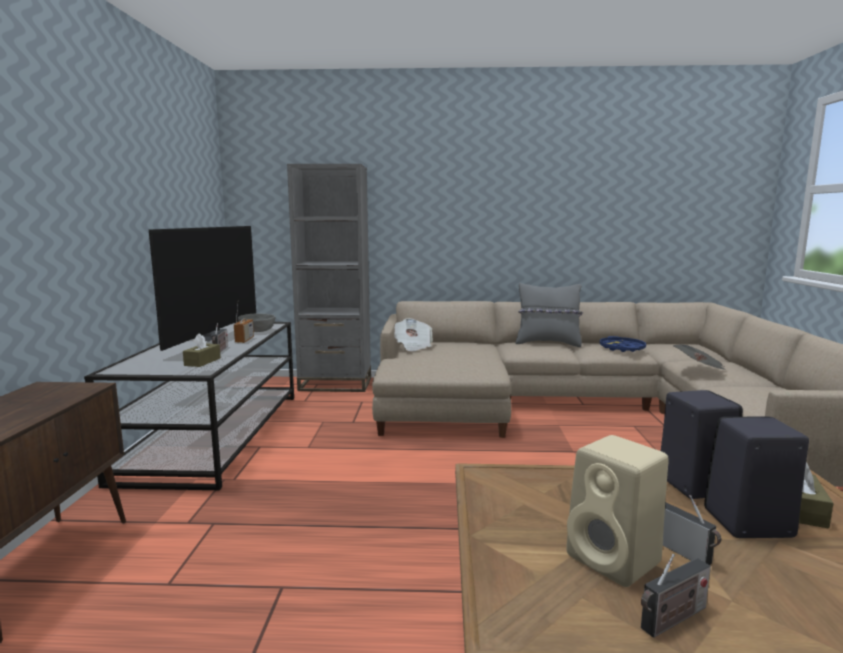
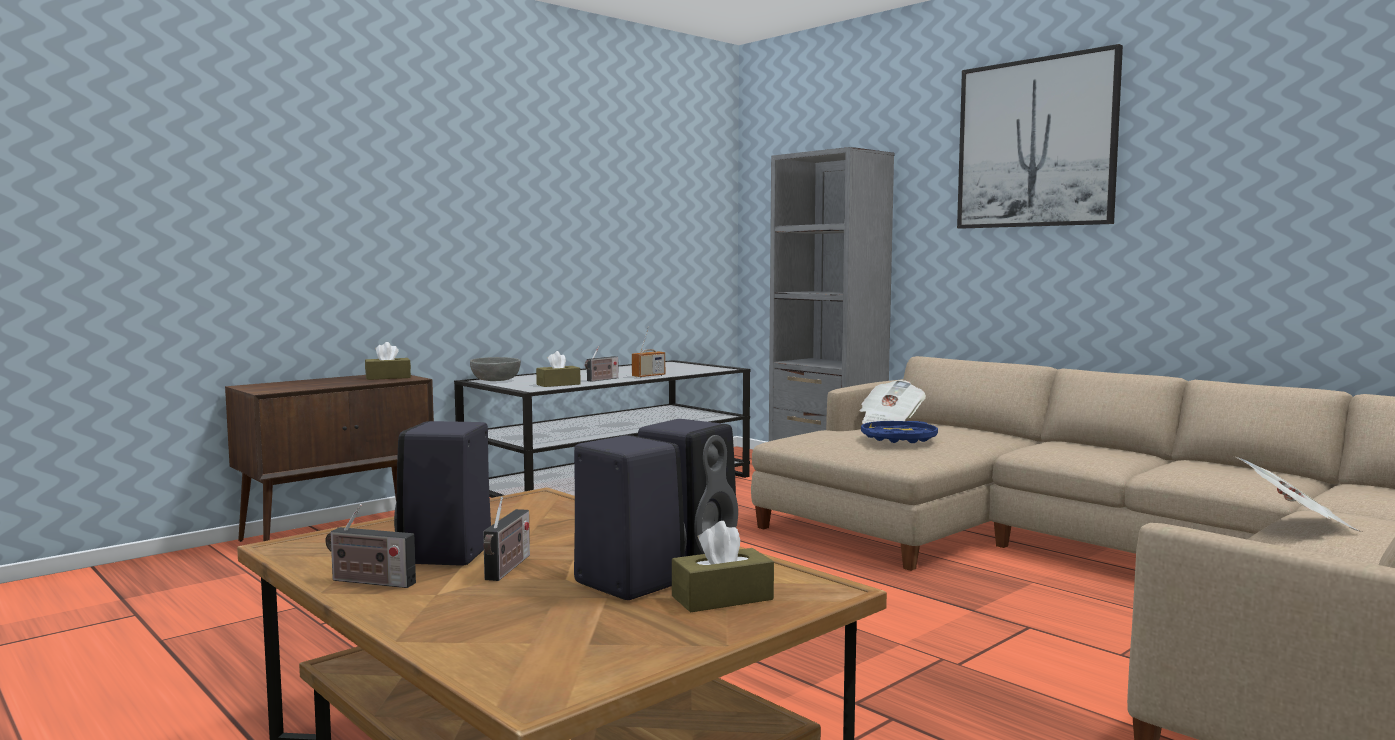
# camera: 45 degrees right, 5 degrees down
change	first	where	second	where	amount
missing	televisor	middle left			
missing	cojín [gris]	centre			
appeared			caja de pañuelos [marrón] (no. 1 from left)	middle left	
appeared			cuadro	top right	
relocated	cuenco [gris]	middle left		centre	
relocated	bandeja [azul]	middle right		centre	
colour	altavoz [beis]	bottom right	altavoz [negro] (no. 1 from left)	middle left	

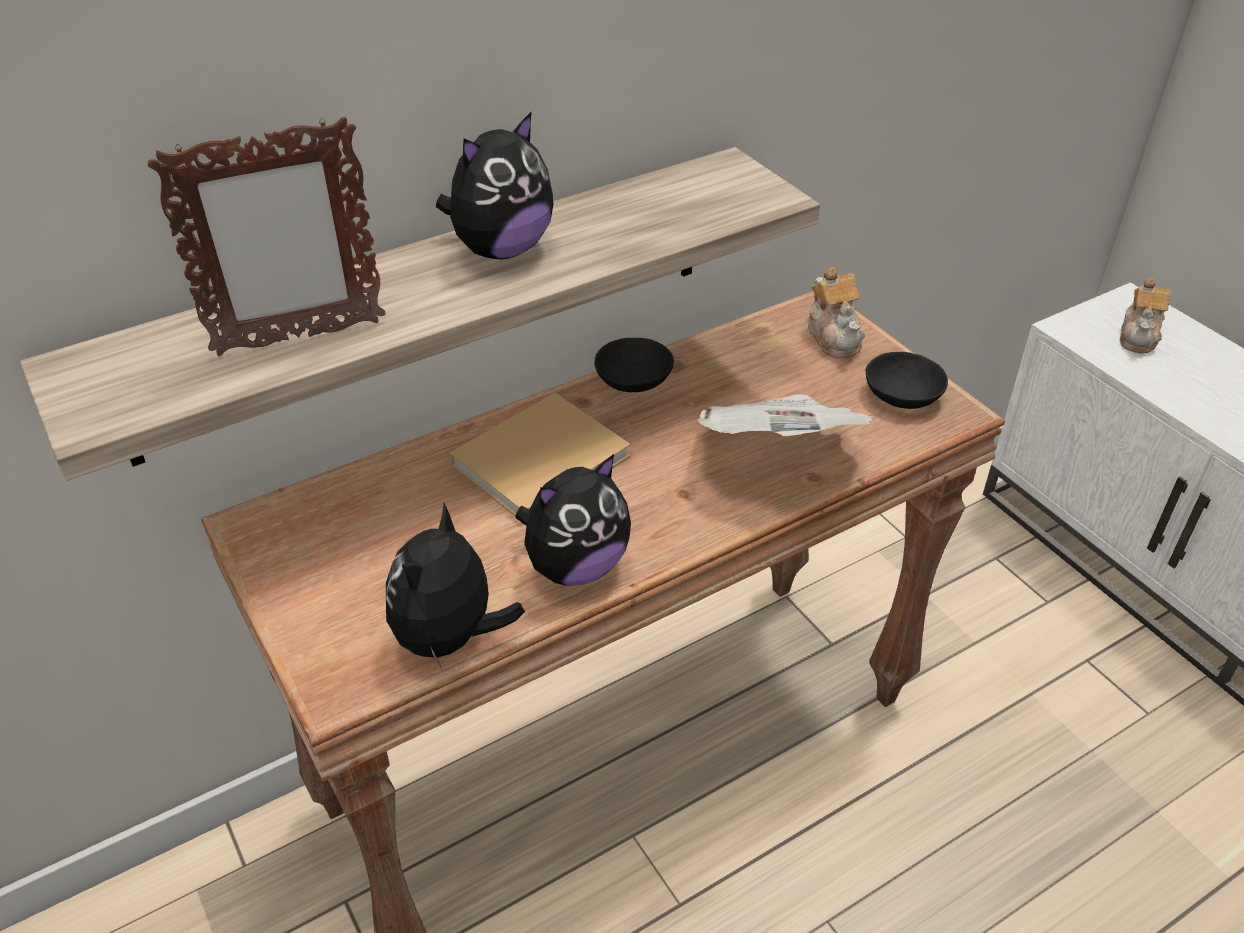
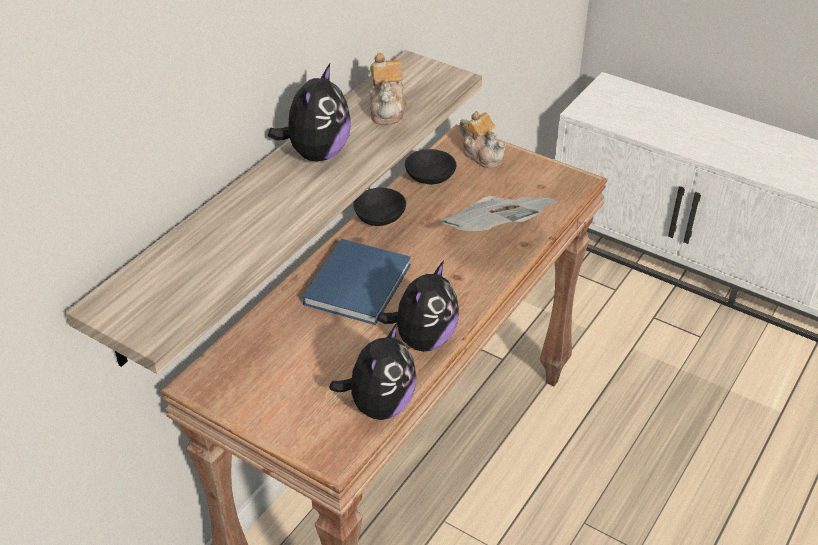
# camera: 25 degrees left, 0 degrees up
change	first	where	second	where	amount
missing	portarretratos	top left			
relocated	cuenco [negro] (no. 2 from left)	middle right		top centre	
relocated	tetera (no. 2 from left in the first image)	middle right	tetera (no. 1 from left)	top centre	
colour	libro [beis]	centre	libro [azul]	centre	
spun	peluche (no. 1 from left in the first image)	centre	peluche (no. 2 from left)	bottom centre	150 degrees counterclockwise

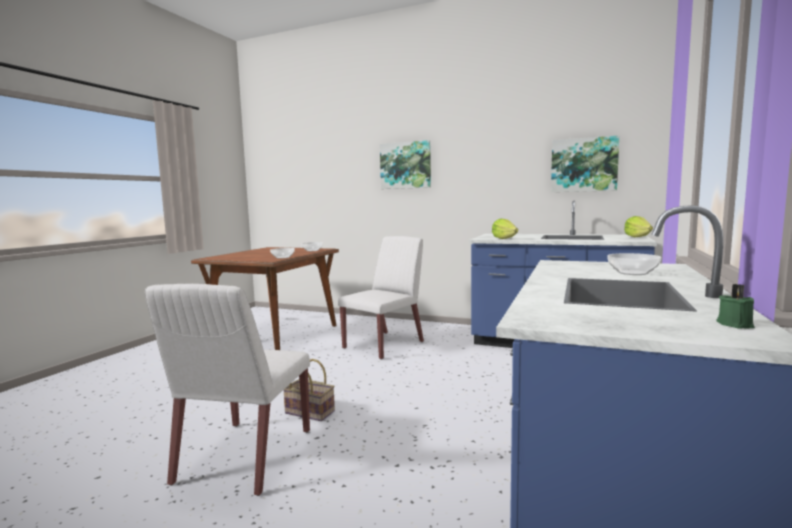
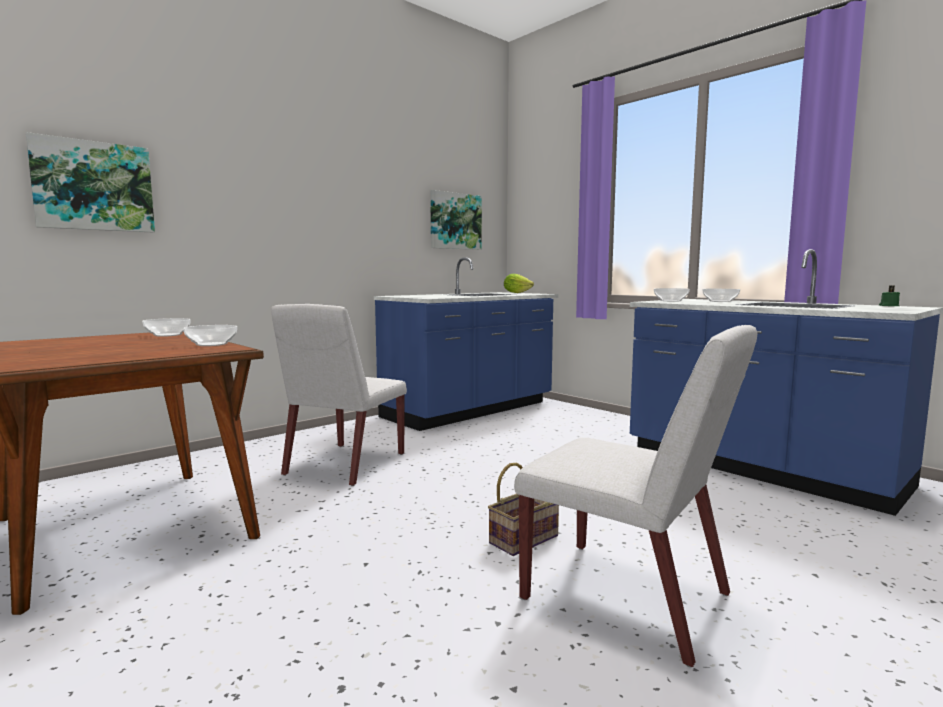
# camera: 65 degrees left, 0 degrees up
change	first	where	second	where	amount
missing	lechuga (no. 1 from left)	centre			
appeared			cuenco (no. 3 from left)	middle right	
relocated	cuadro (no. 1 from left)	top centre		top left	
spun	silla [blanco] (no. 2 from left in the first image)	centre	silla [blanco] (no. 1 from left)	centre	135 degrees counterclockwise

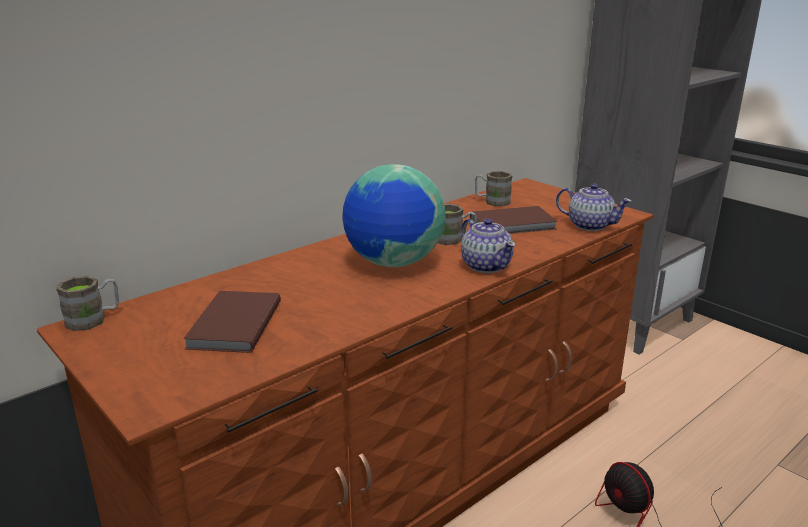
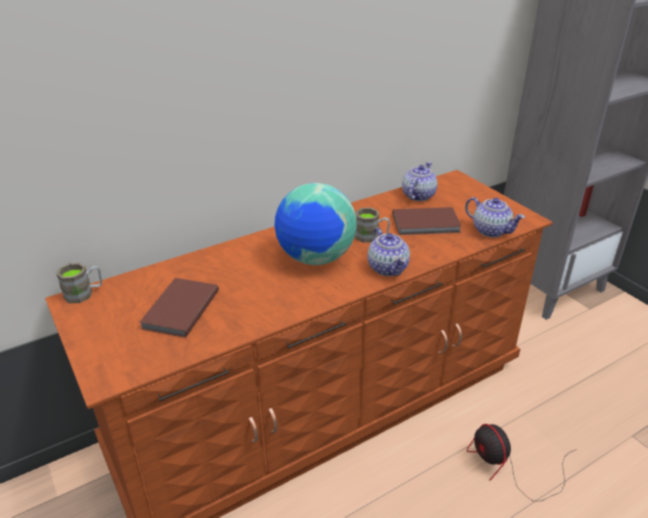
# camera: 10 degrees right, 10 degrees up
change	first	where	second	where	amount
exchanged	taza grande [marrón] (no. 3 from left)	centre	tetera (no. 2 from left)	centre	

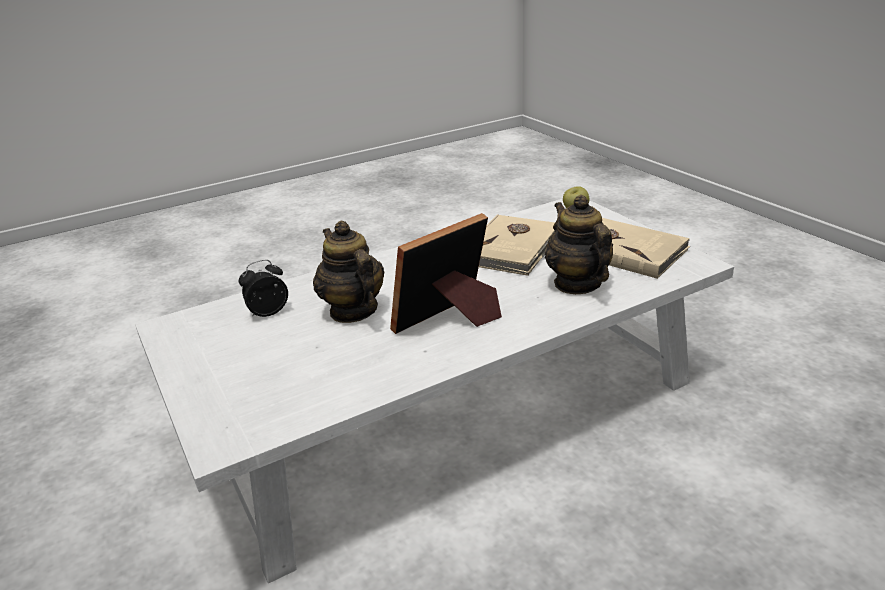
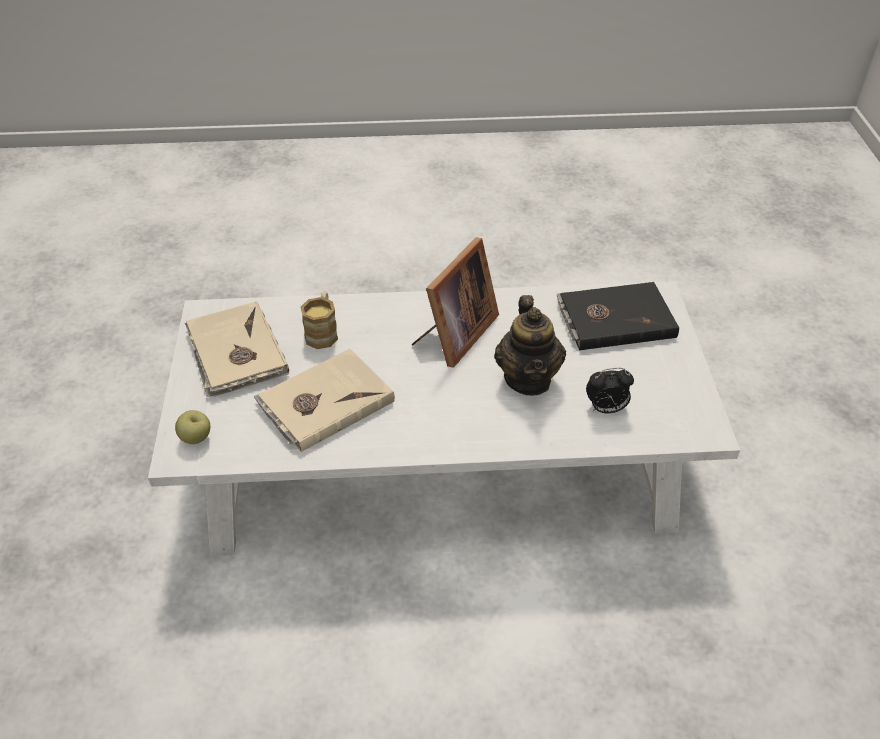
# camera: 155 degrees left, 15 degrees up
change	first	where	second	where	amount
appeared			libro [negro]	middle right	
exchanged	tetera (no. 2 from left)	centre	taza grande	centre	
spun	portarretratos	centre		centre	45 degrees counterclockwise

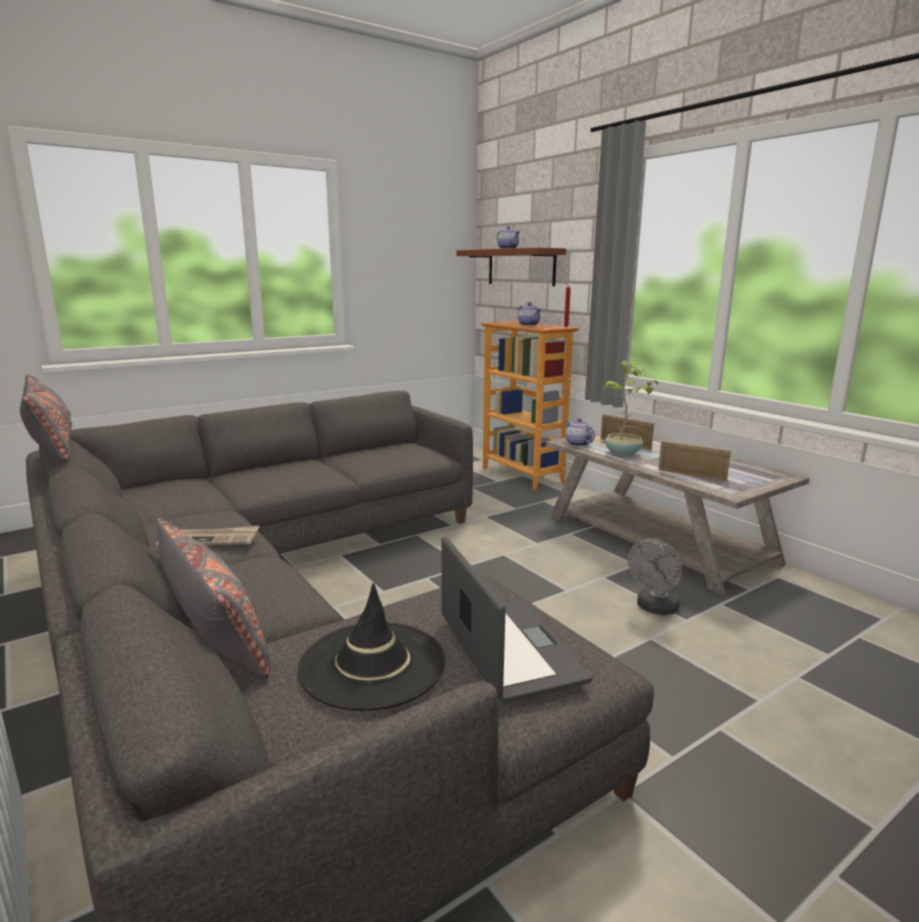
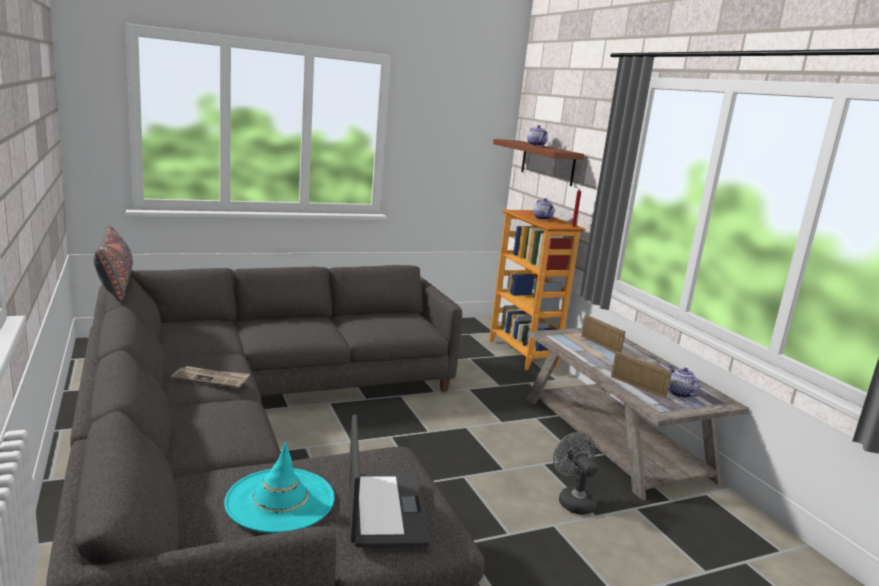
# camera: 10 degrees right, 0 degrees up
change	first	where	second	where	amount
missing	cojín [gris] (no. 2 from left)	middle left			
missing	planta en maceta	middle right			
relocated	tetera (no. 3 from left)	centre		middle right	
colour	sombrero [negro]	bottom centre	sombrero [turquesa]	bottom left	
spun	ventilador [gris]	middle right		bottom centre	105 degrees clockwise

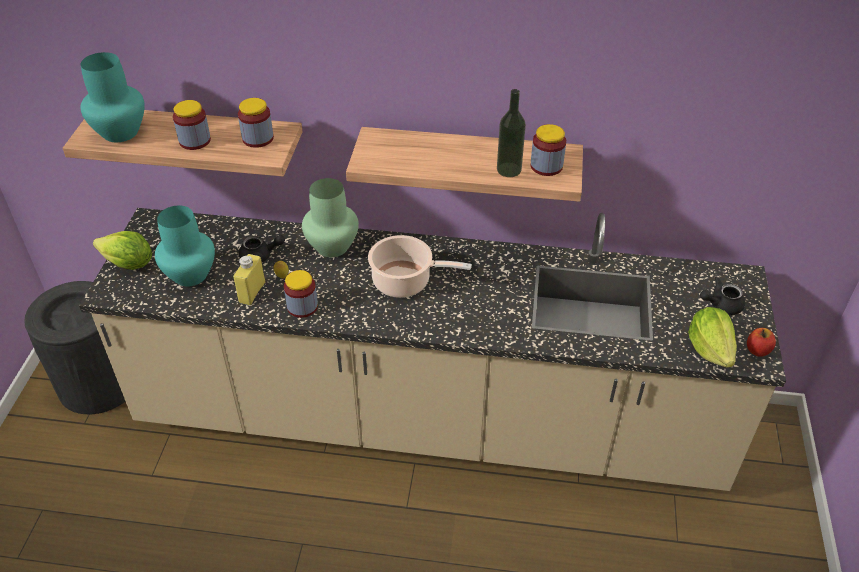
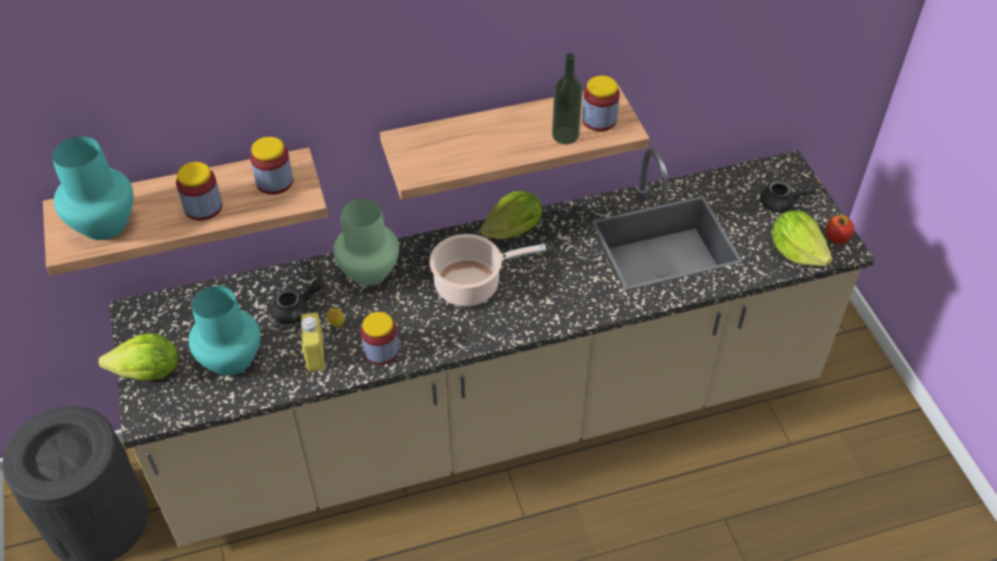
# camera: 25 degrees left, 5 degrees up
change	first	where	second	where	amount
appeared			lechuga (no. 2 from left)	centre	
spun	tetera [negro] (no. 2 from left)	middle right		middle right	135 degrees counterclockwise

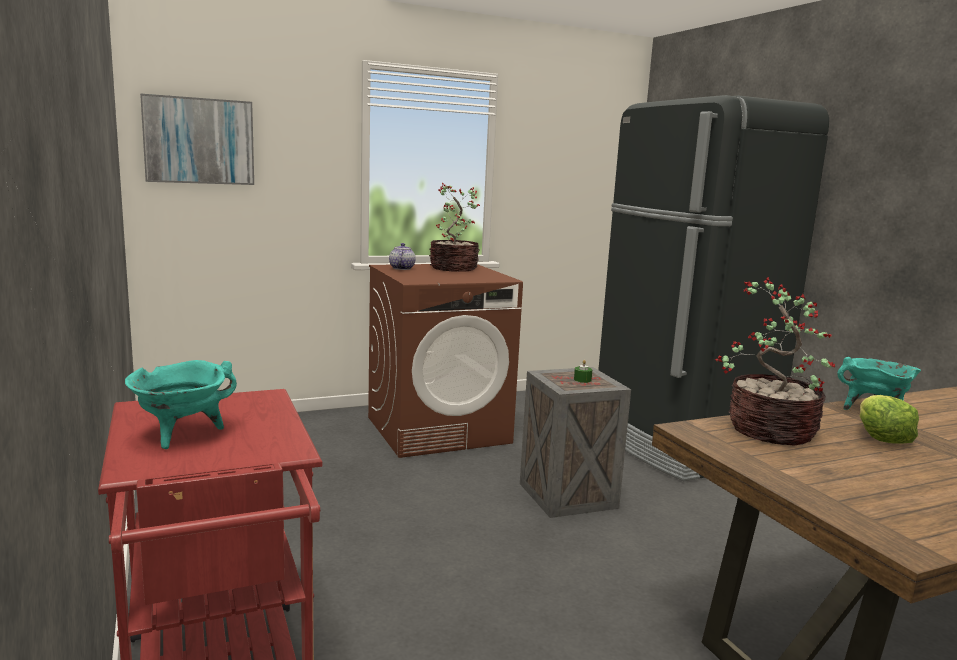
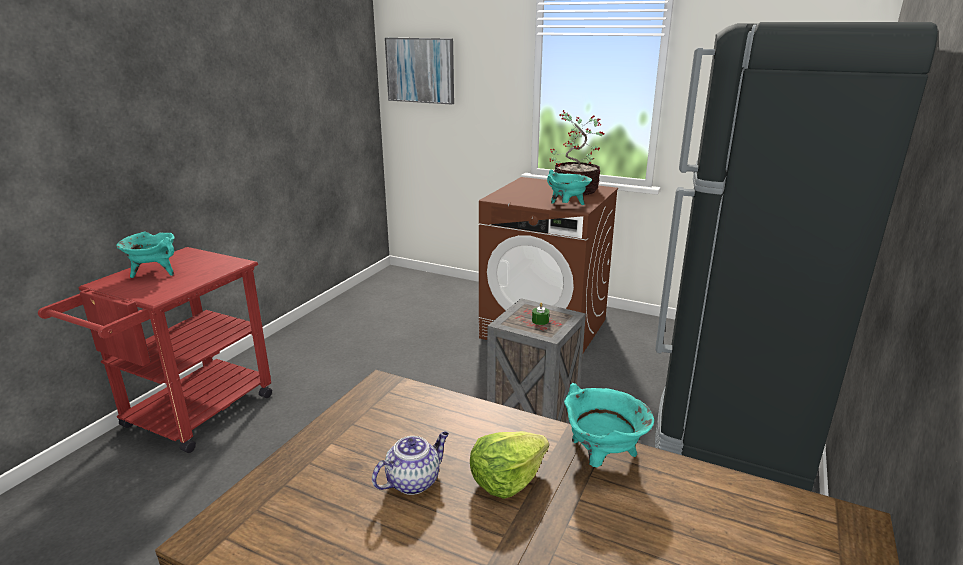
# camera: 50 degrees right, 10 degrees up
change	first	where	second	where	amount
missing	planta en maceta (no. 2 from left)	middle right			
appeared			olla [turquesa] (no. 2 from left)	top centre	
relocated	tetera	centre		bottom centre	

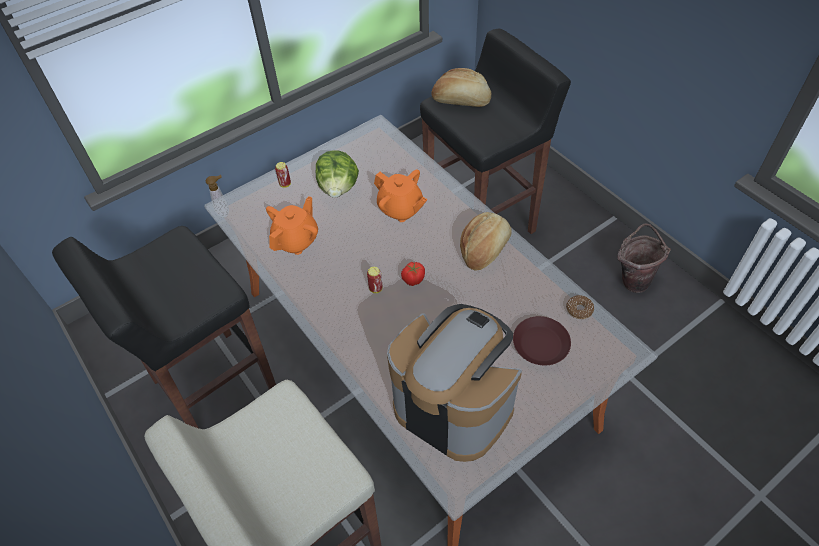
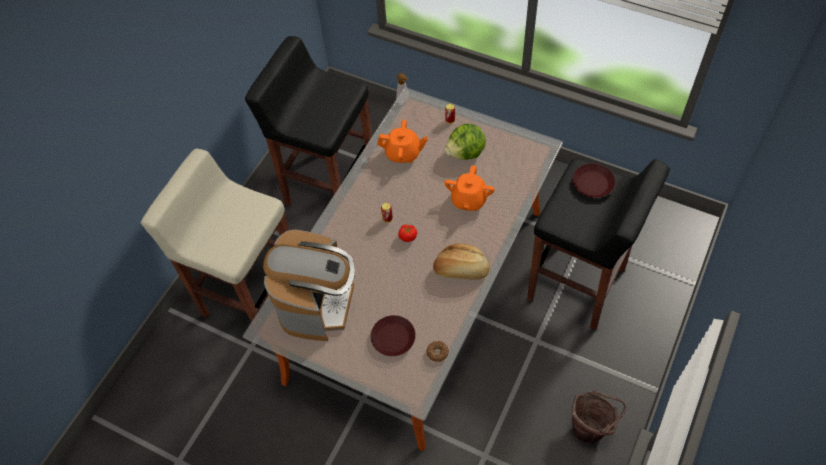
# camera: 65 degrees right, 5 degrees up
change	first	where	second	where	amount
exchanged	pan (no. 1 from left)	top centre	plato [marrón] (no. 2 from left)	middle right	

